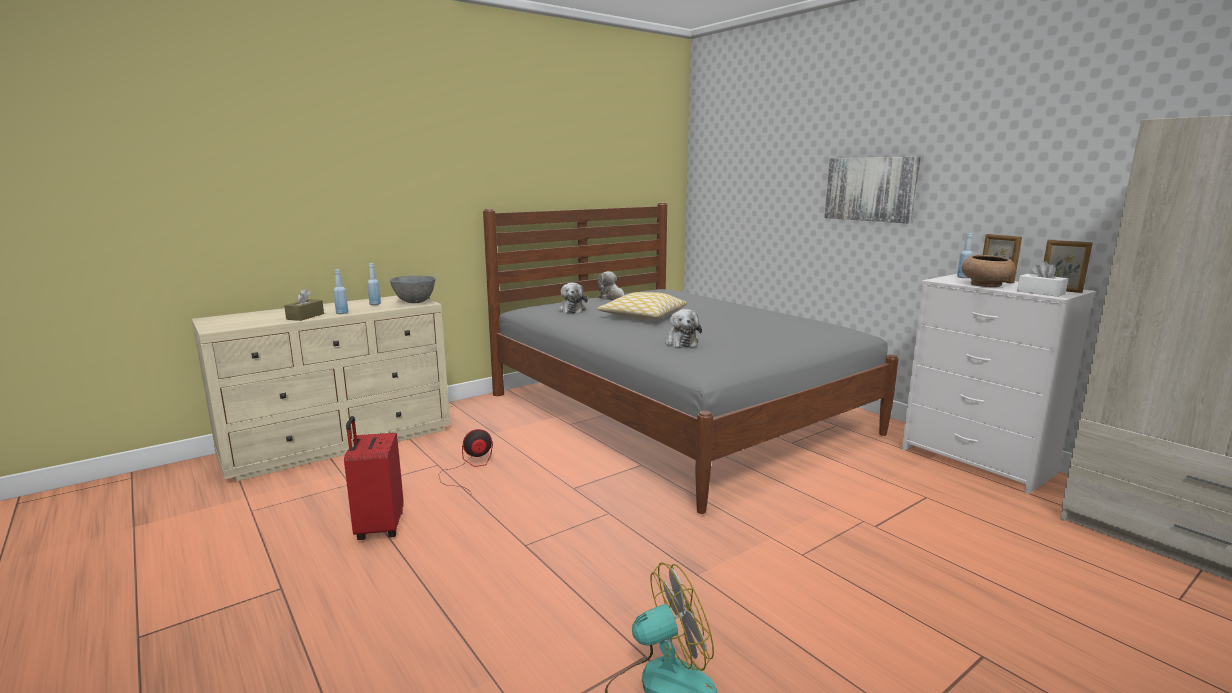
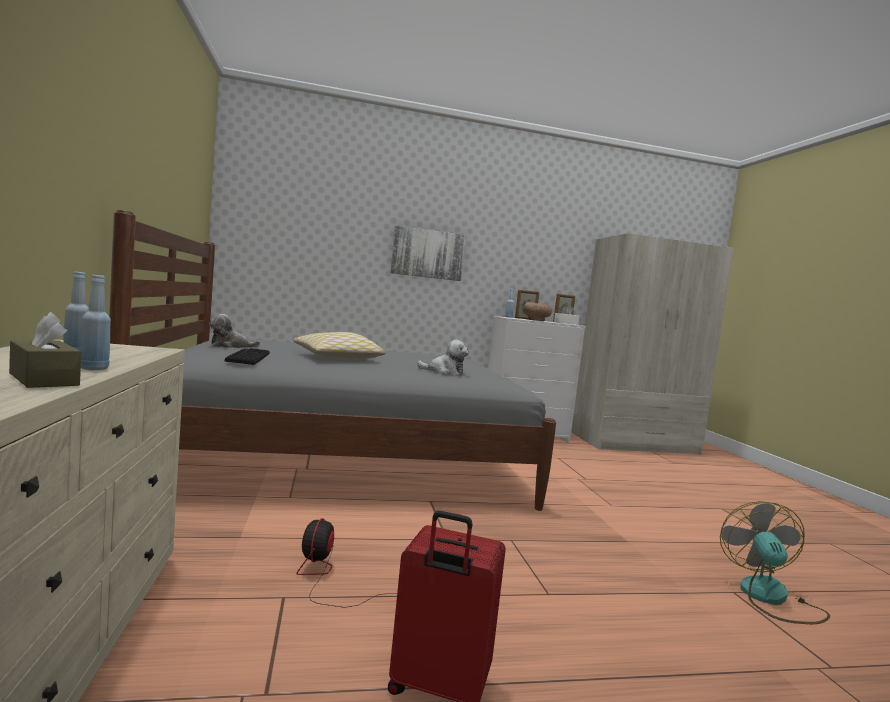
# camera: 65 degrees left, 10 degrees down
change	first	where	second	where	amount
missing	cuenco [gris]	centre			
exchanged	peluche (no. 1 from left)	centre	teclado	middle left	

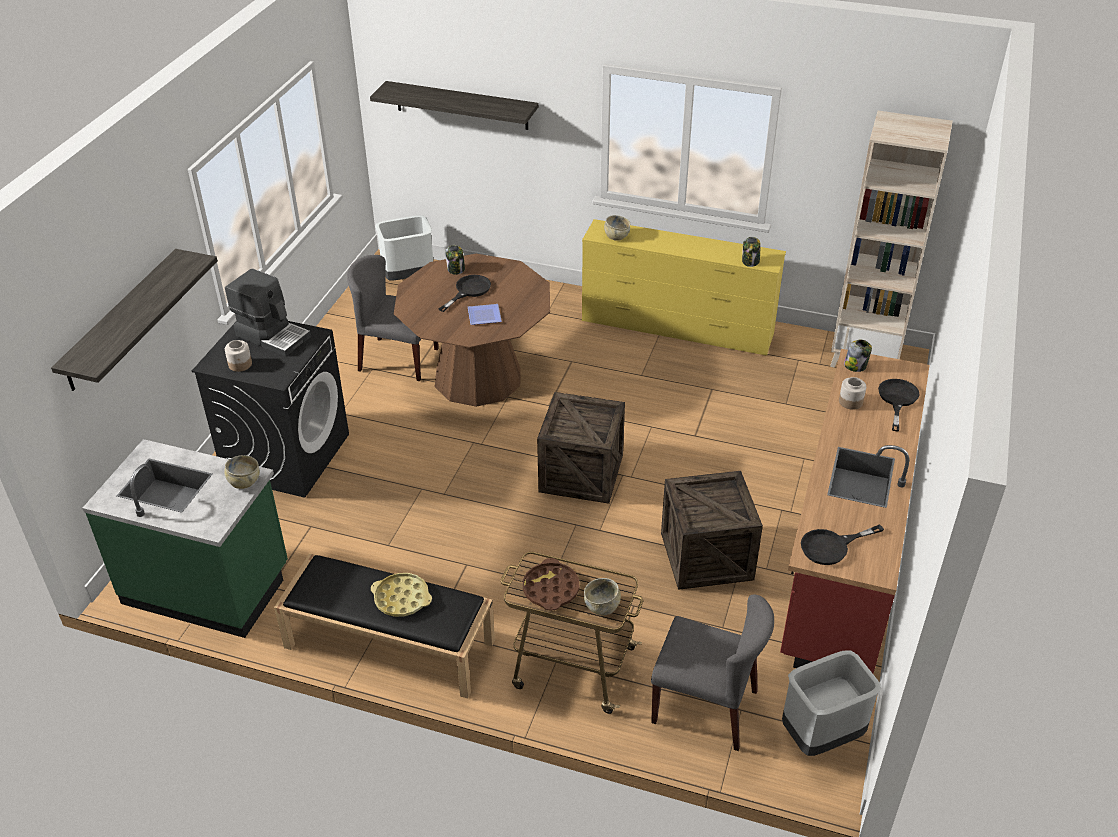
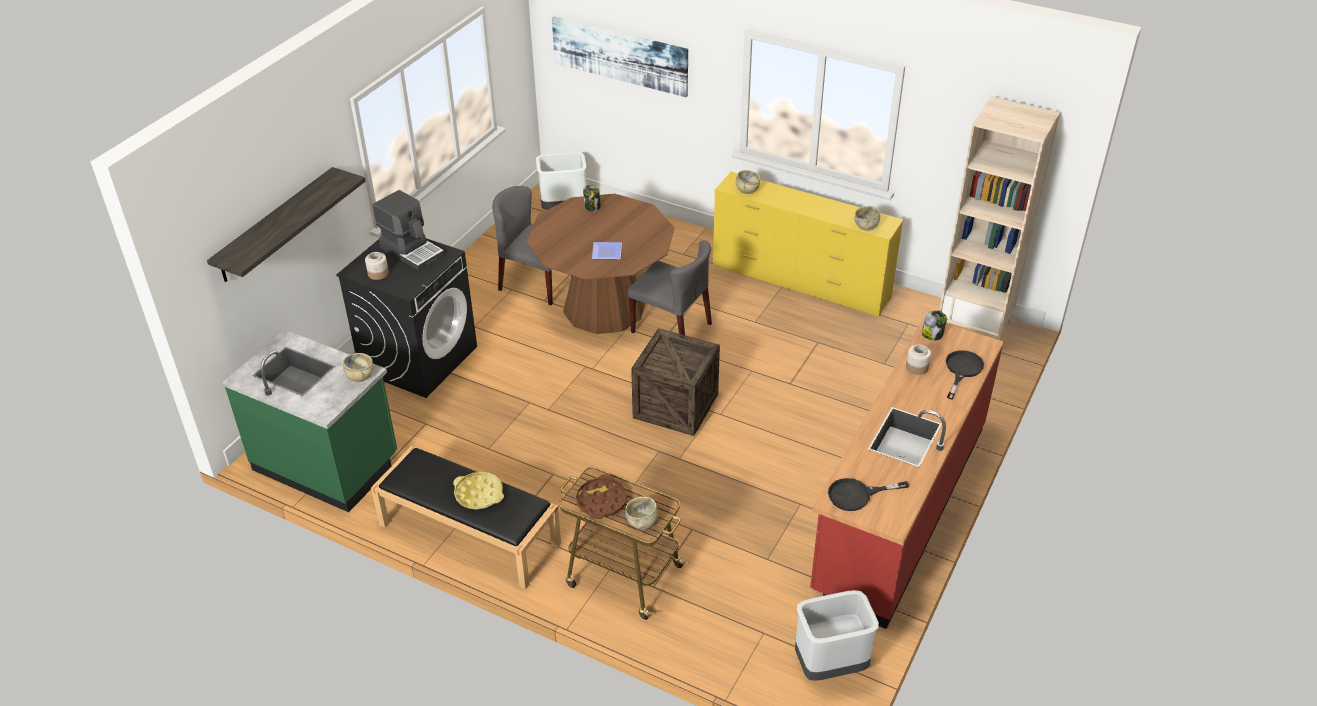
# camera: 10 degrees right, 0 degrees up
change	first	where	second	where	amount
missing	sartén [negro] (no. 1 from left)	centre			
missing	caja de embalaje (no. 2 from left)	centre			
relocated	silla [gris] (no. 2 from left)	bottom centre		centre	
exchanged	estante (no. 2 from left)	top centre	cuadro	top centre	
exchanged	tarro (no. 3 from left)	top right	cuenco [beis] (no. 4 from left)	top centre	

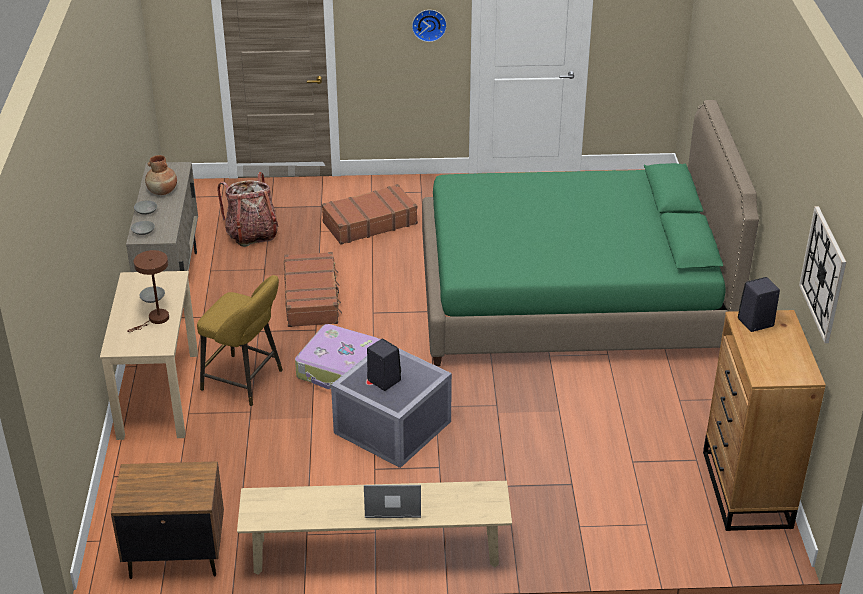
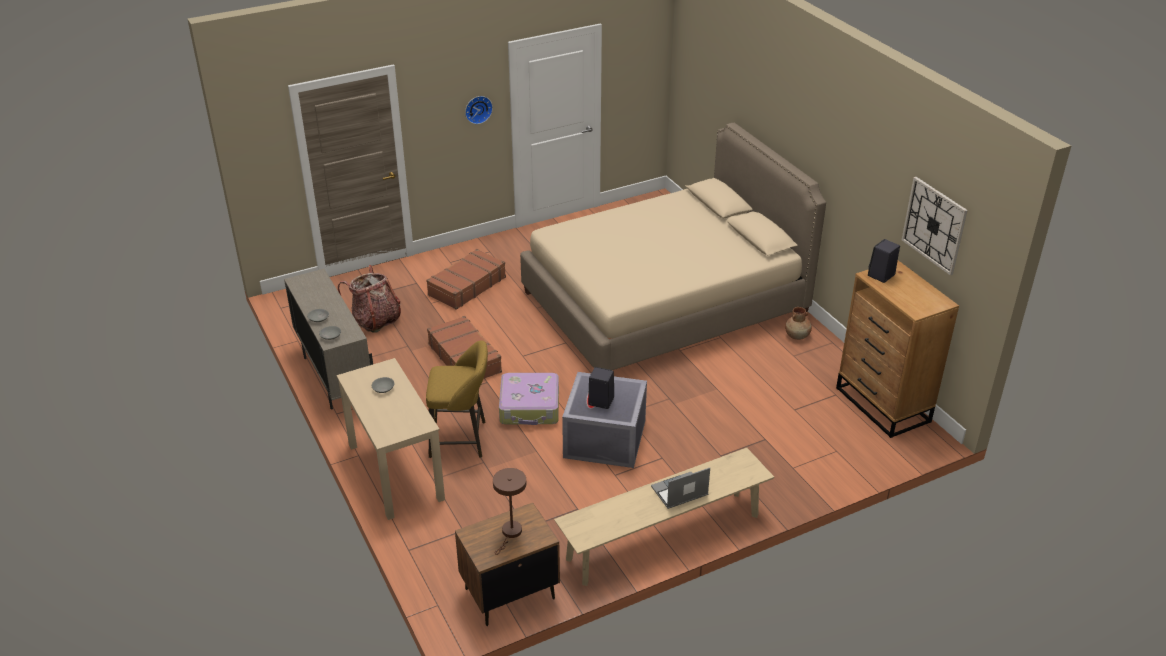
# camera: 25 degrees left, 0 degrees up
change	first	where	second	where	amount
relocated	lámpara de mesa [marrón]	middle left		bottom centre	
relocated	florero [marrón]	top left		middle right	
colour	cama [verde]	middle right	cama [beis]	centre	

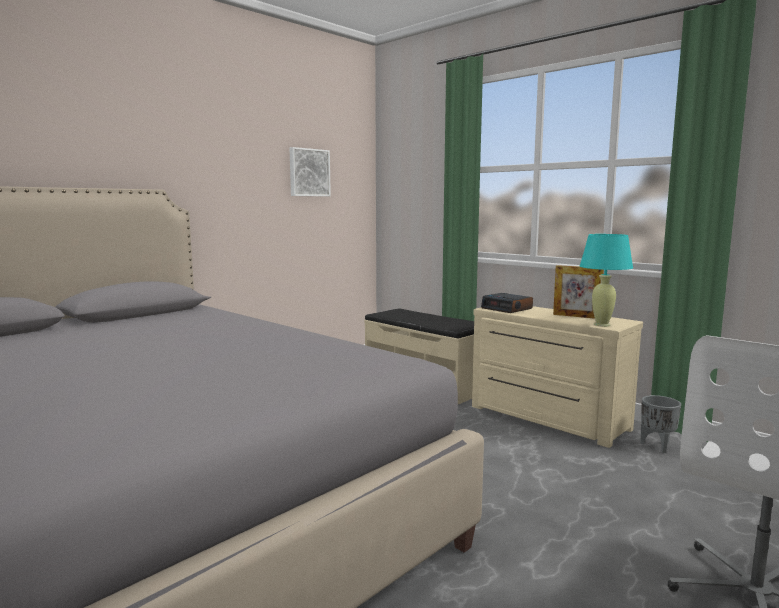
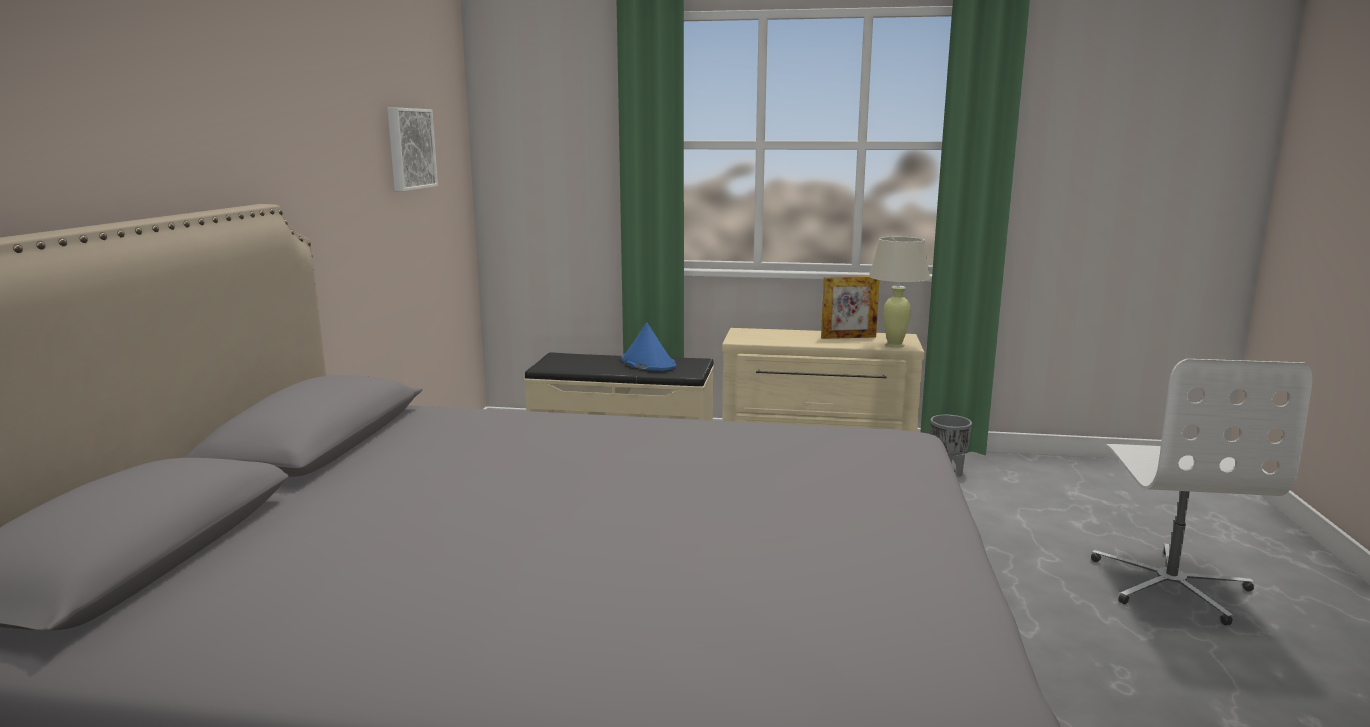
# camera: 35 degrees left, 5 degrees up
change	first	where	second	where	amount
missing	despertador	centre			
appeared			sombrero [azul]	centre	
colour	lámpara de mesa [turquesa]	middle right	lámpara de mesa [beis]	centre	

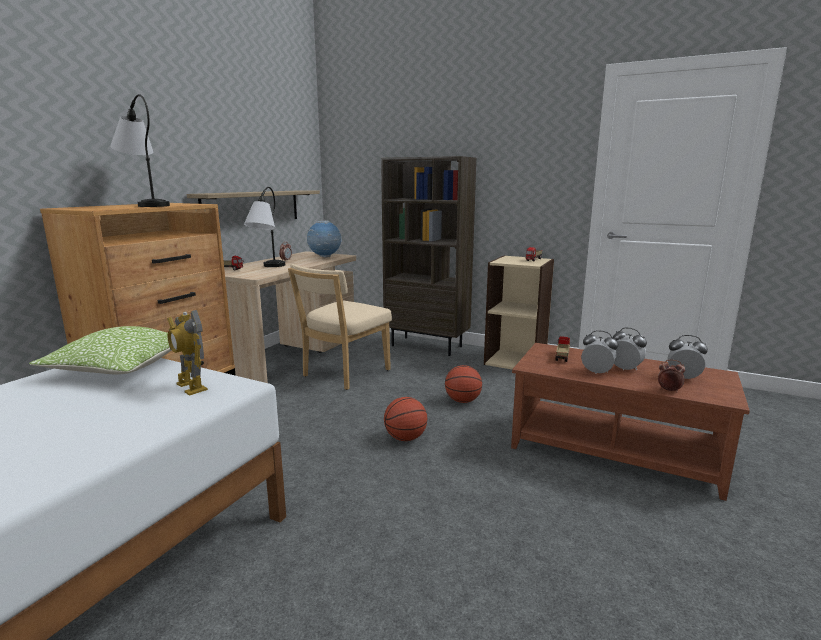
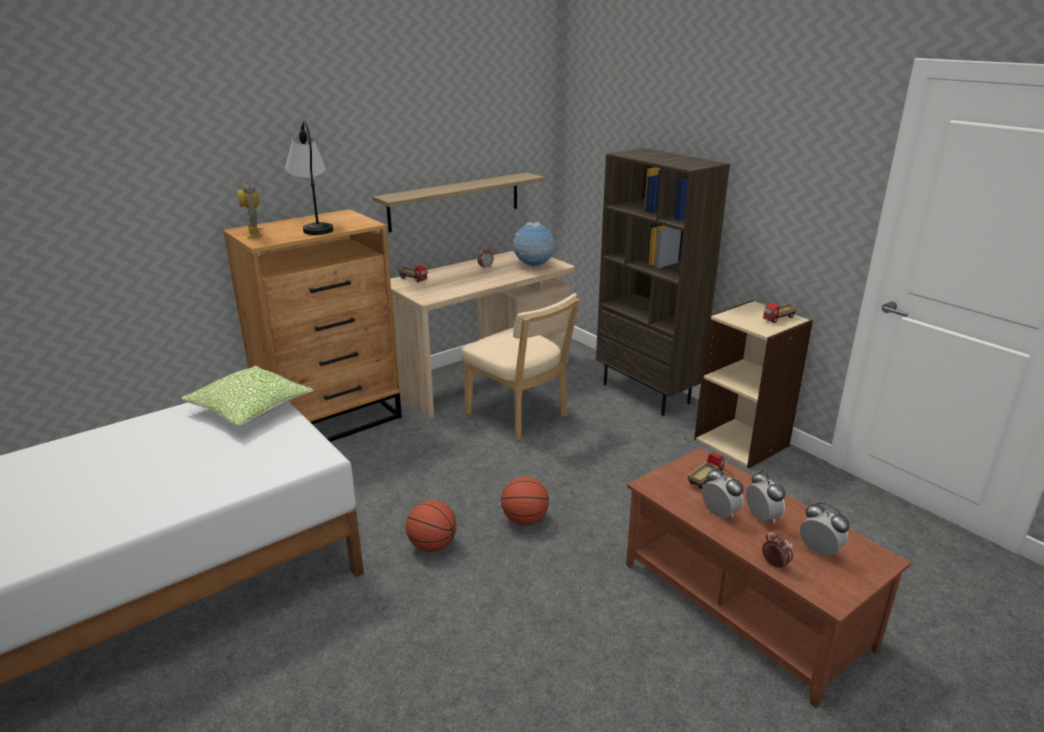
# camera: 25 degrees right, 10 degrees up
change	first	where	second	where	amount
missing	lámpara de mesa (no. 2 from left)	middle left			
relocated	robot de juguete	middle left		top left	
relocated	balón de baloncesto (no. 2 from left in the first image)	centre	balón de baloncesto (no. 1 from left)	bottom centre	
spun	silla [beis]	centre		centre	105 degrees counterclockwise

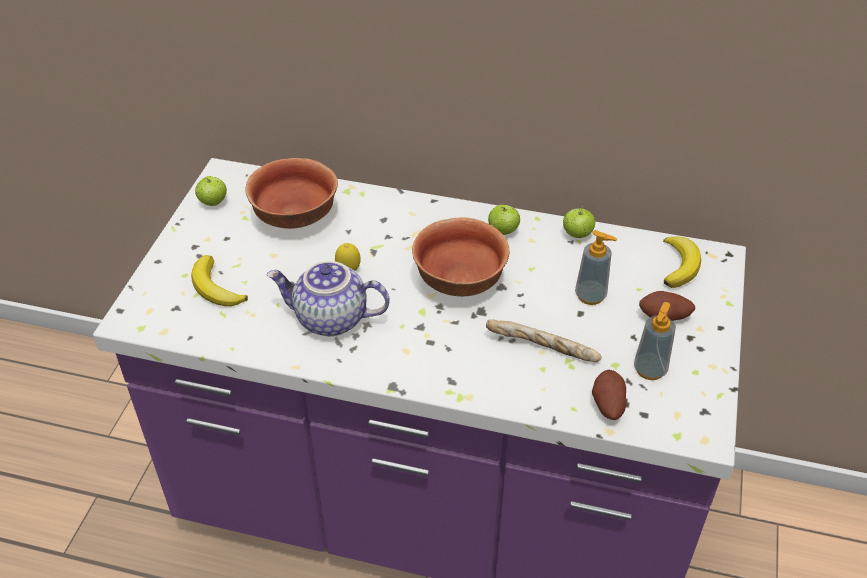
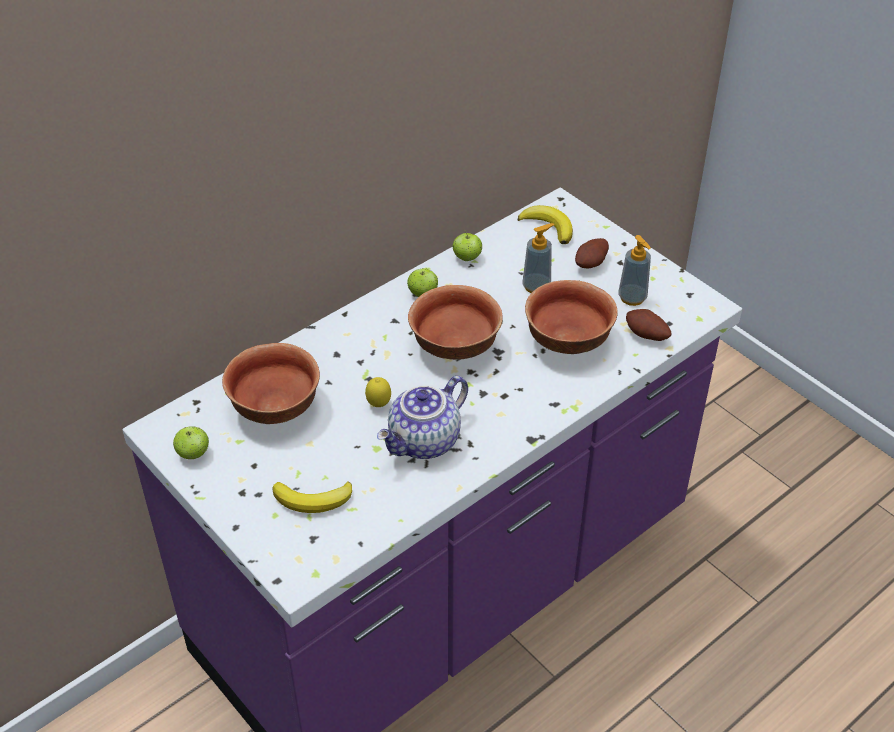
# camera: 55 degrees left, 0 degrees up
change	first	where	second	where	amount
exchanged	pan	centre	cuenco (no. 3 from left)	centre	

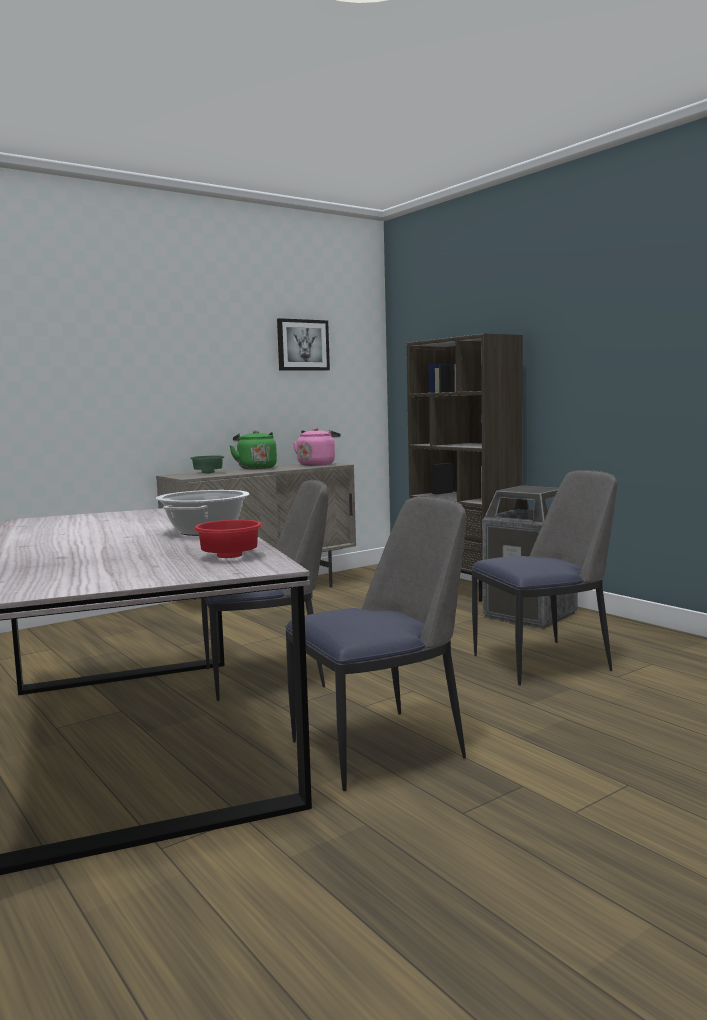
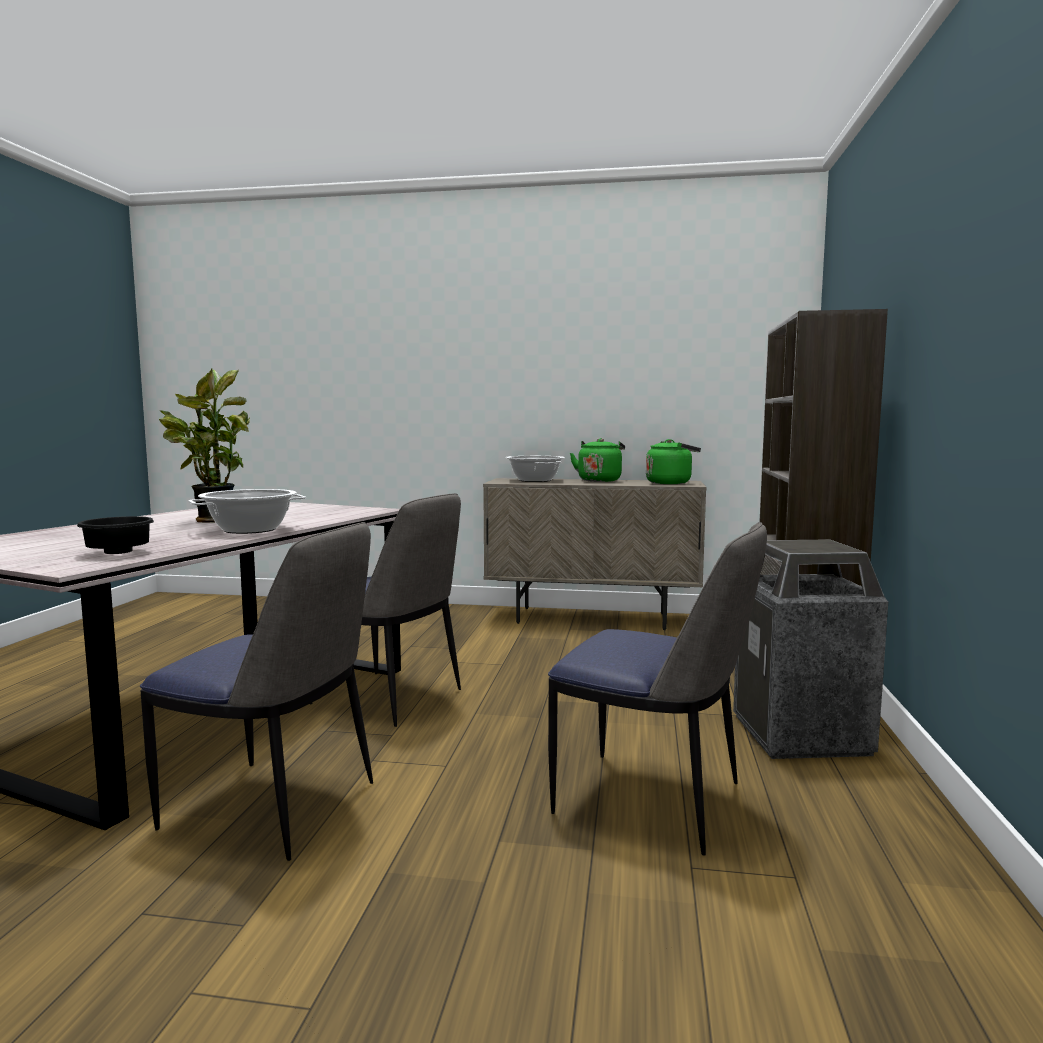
# camera: 45 degrees right, 0 degrees up
change	first	where	second	where	amount
missing	cuadro	centre			
appeared			planta en maceta	middle left	
exchanged	cuenco [verde]	middle left	olla (no. 2 from left)	centre	
colour	cuenco [rojo]	middle left	cuenco [negro]	middle left	
colour	hervidor [rosa]	centre	hervidor [verde] (no. 2 from left)	centre	

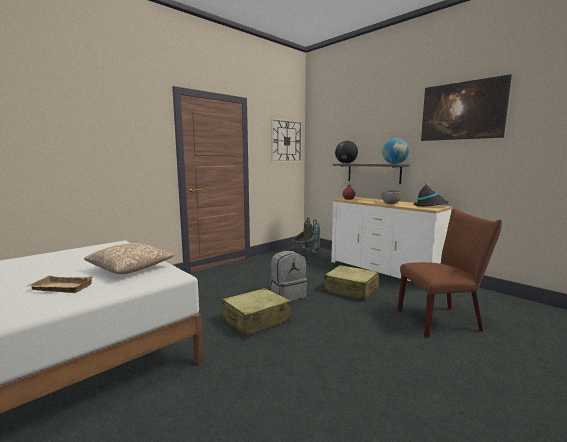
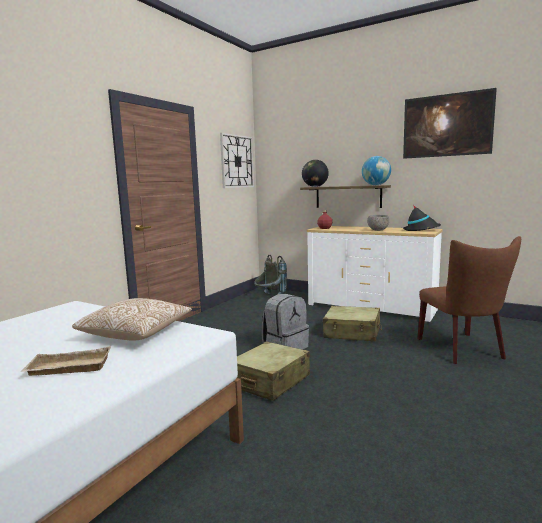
# camera: 15 degrees left, 0 degrees up
change	first	where	second	where	amount
spun	silla [marrón]	middle right		middle right	105 degrees clockwise

